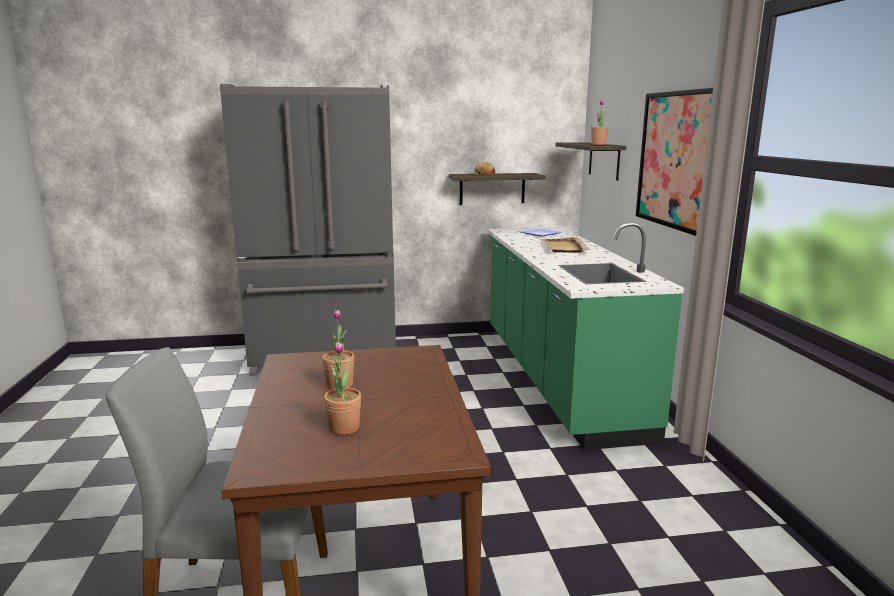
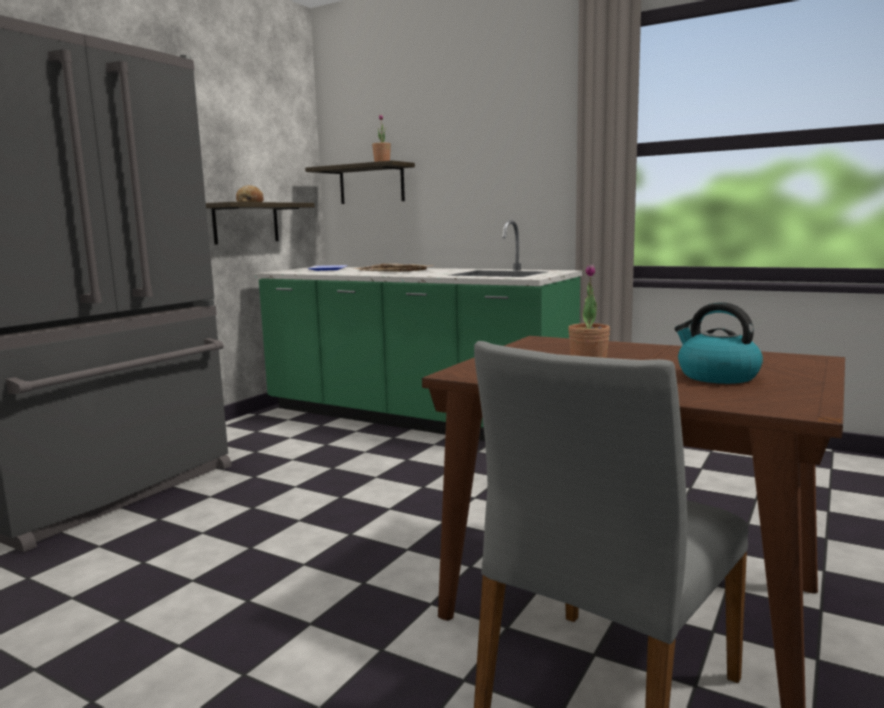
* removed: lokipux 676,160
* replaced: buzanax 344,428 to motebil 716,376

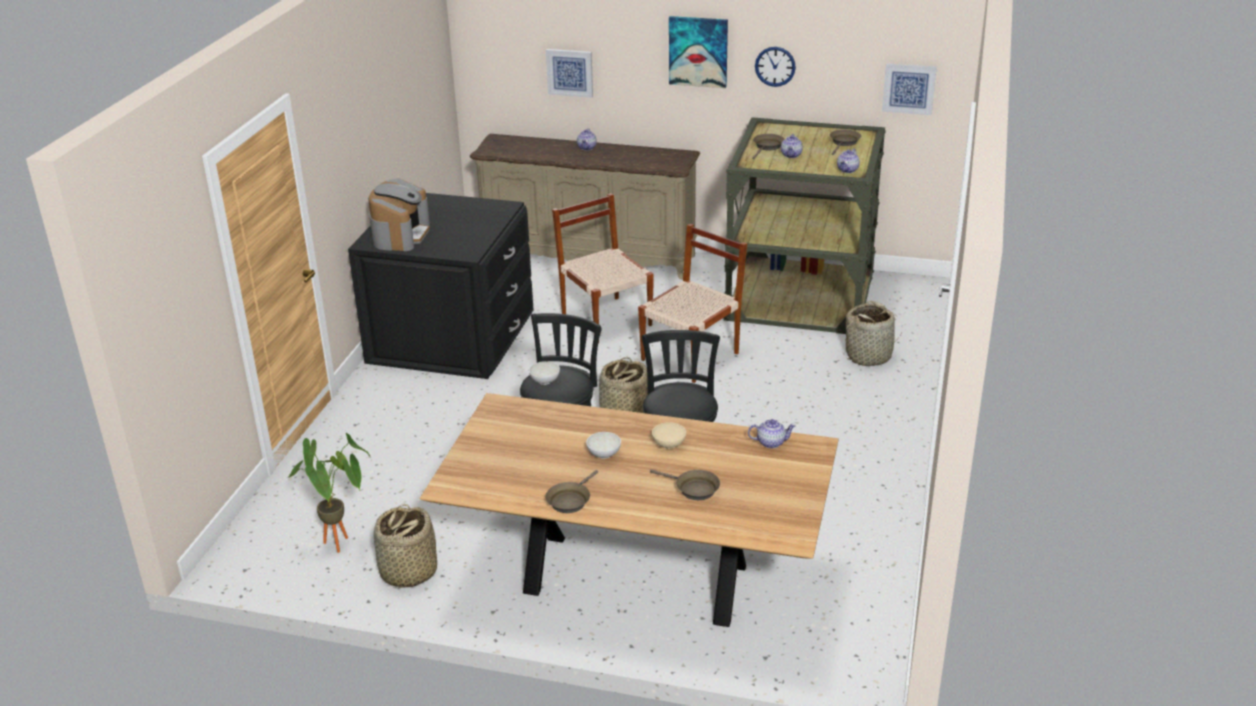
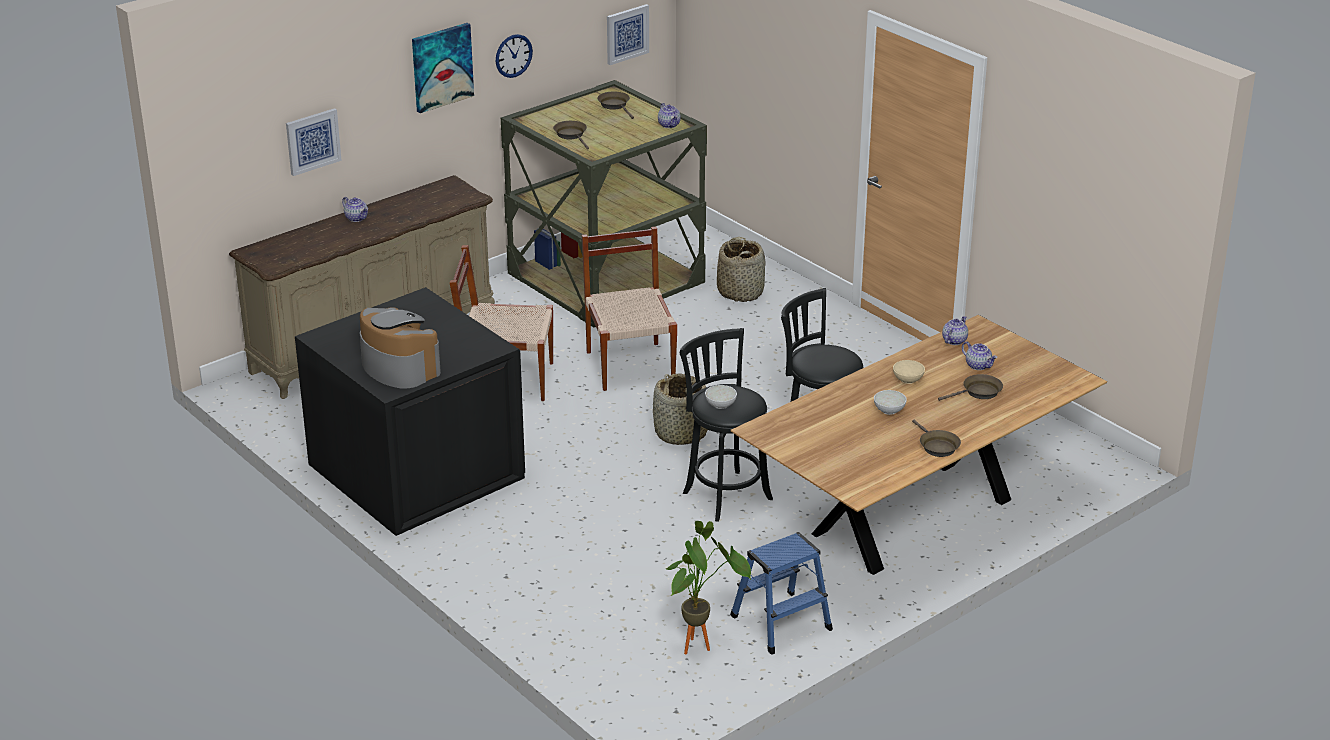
* moved: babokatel 791,155 to 978,365
* replaced: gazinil 408,572 to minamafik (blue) 780,622

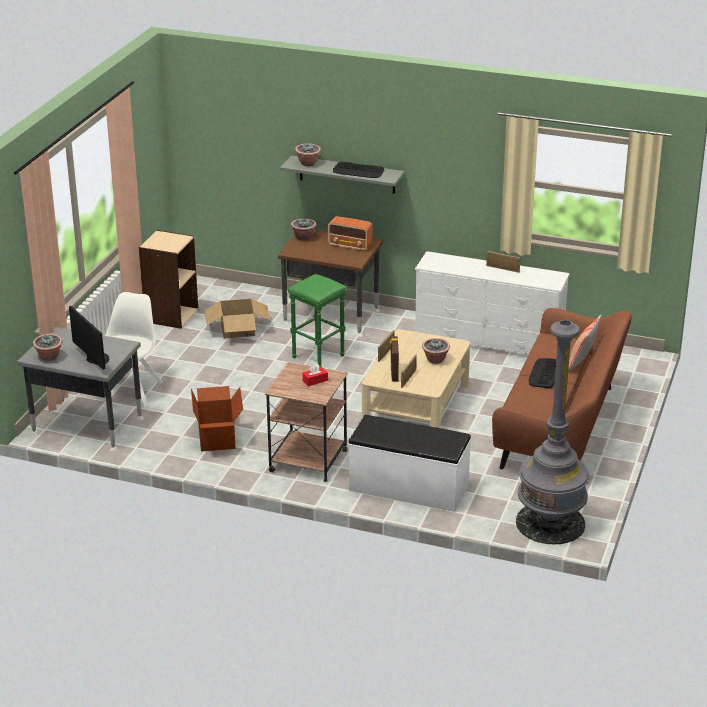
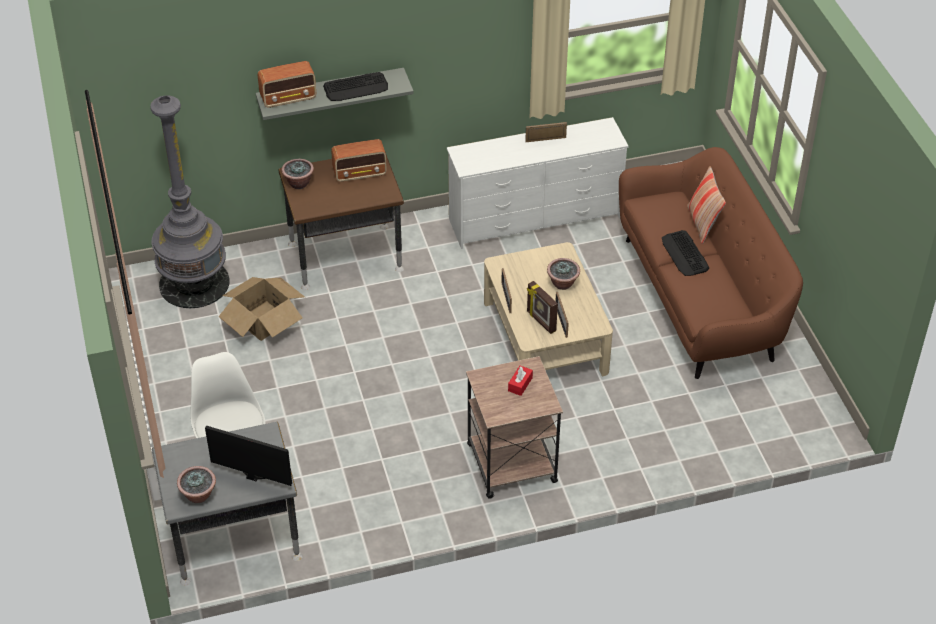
* removed: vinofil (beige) 171,315
* removed: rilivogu 218,438
* removed: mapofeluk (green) 317,356
* removed: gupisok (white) 408,488
* moved: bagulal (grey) 550,523 to 194,283
* replaced: buzanax 308,163 to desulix 289,98

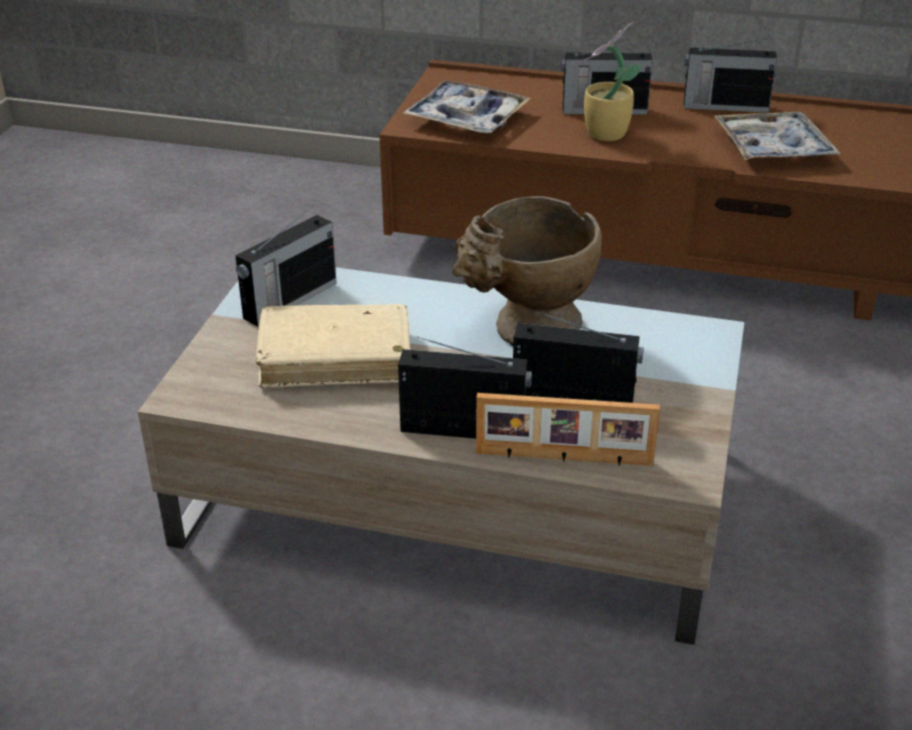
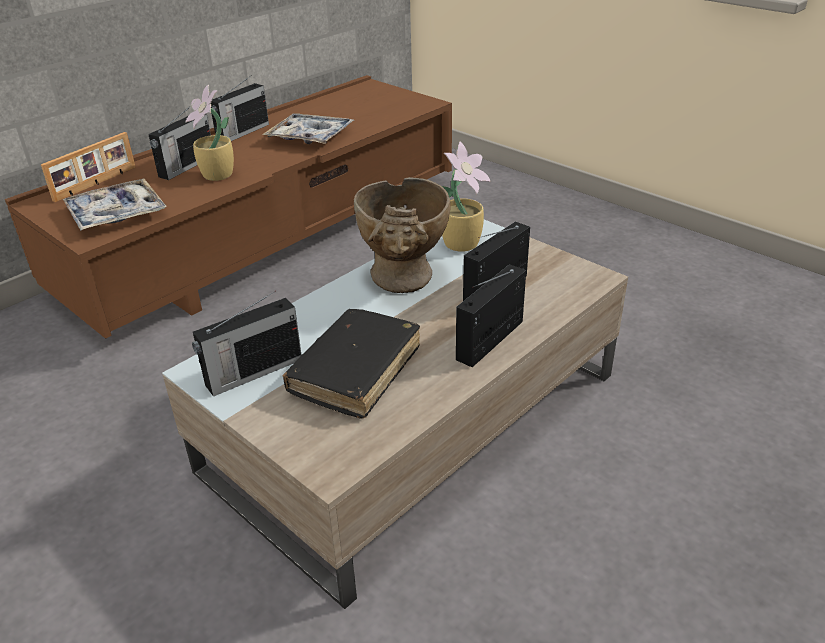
* added: buzanax 463,243
* moved: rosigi 564,459 to 96,184
* recoloured: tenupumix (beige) 335,358 to tenupumix (black) 356,371
* turned: desulix 288,301 = 252,373 75 degrees clockwise

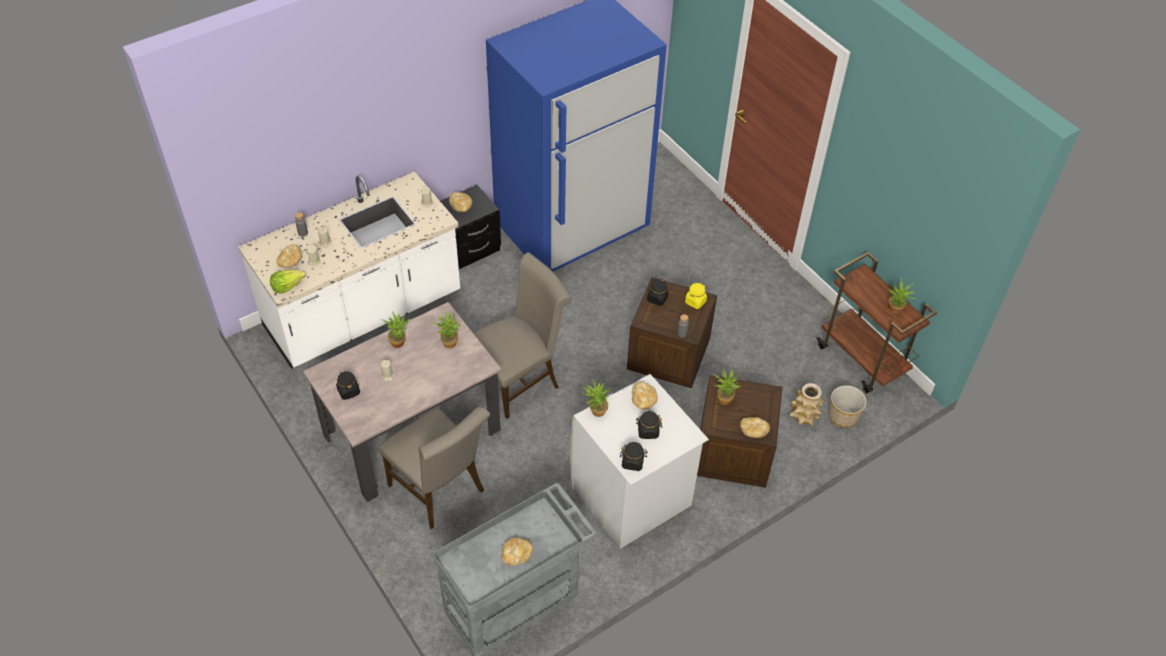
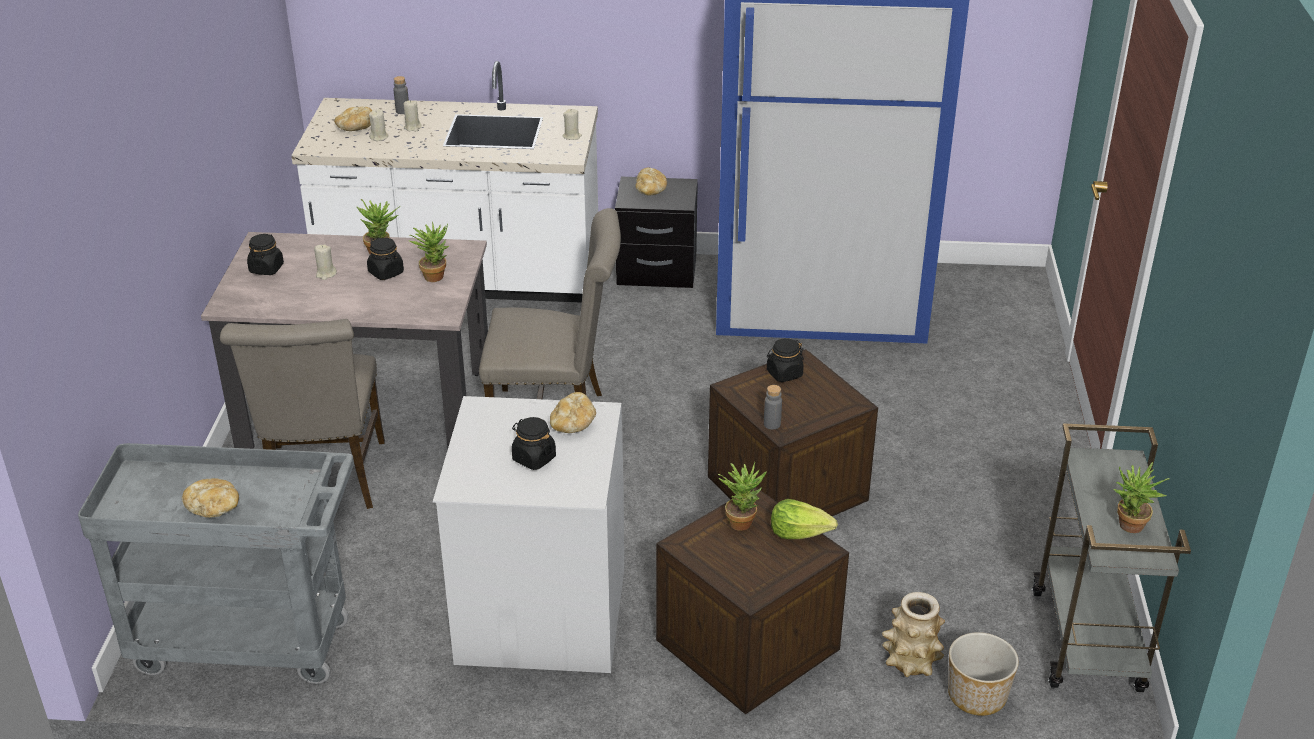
* removed: buzanax 595,411
* removed: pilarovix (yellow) 695,301
* removed: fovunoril 753,431
* moved: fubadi 287,286 to 799,532
* moved: pilarovix (black) 633,462 to 386,273
* recoloured: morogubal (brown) 861,363 to morogubal (grey) 1086,646

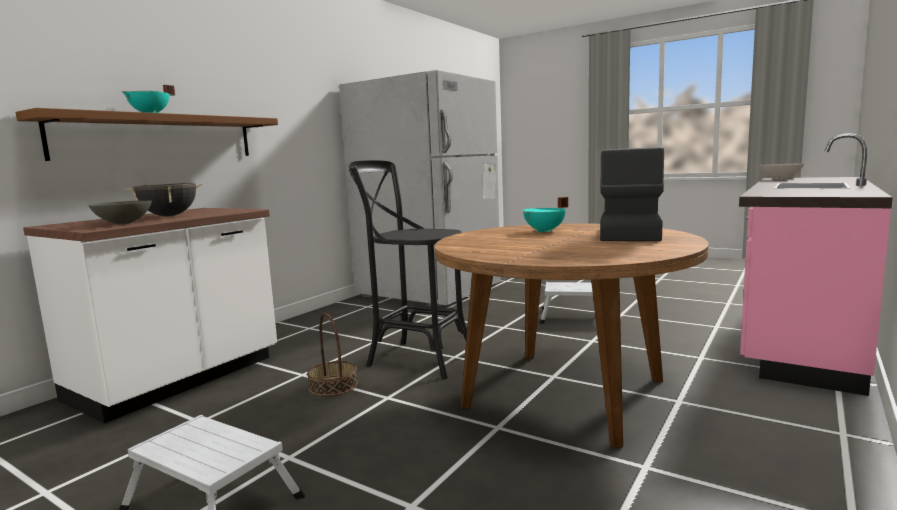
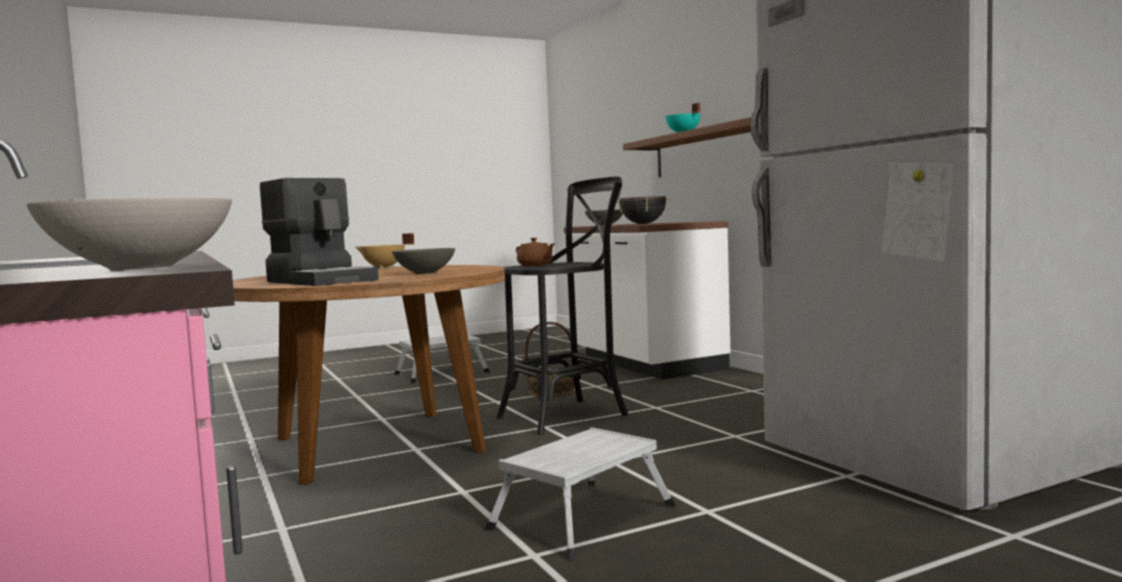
* added: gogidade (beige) 383,267
* added: babokatel (brown) 535,265
* replaced: gogidade (turquoise) 545,231 to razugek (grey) 424,273

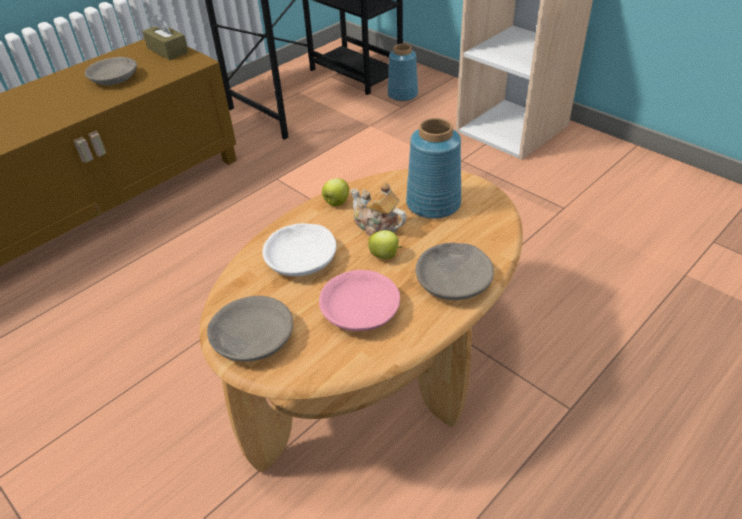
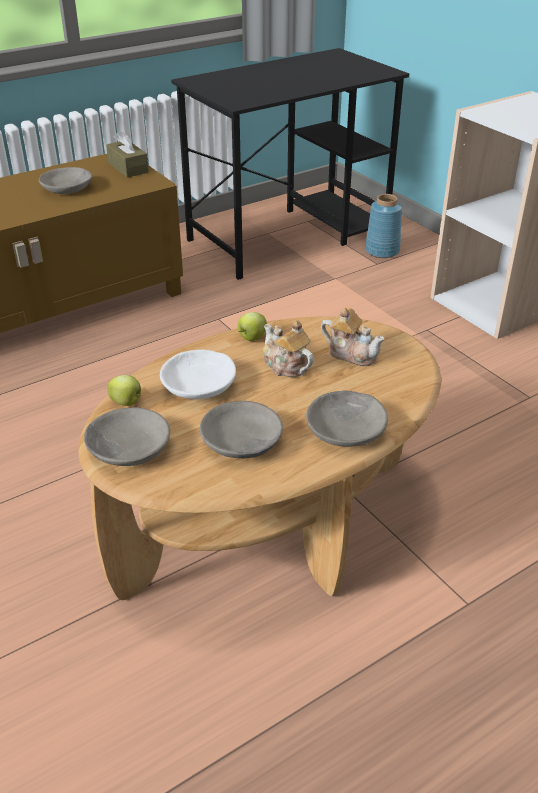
* moved: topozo 385,255 to 127,402
* replaced: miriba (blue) 433,203 to babokatel 351,353
* recoloured: razugek (pink) 361,311 to razugek (grey) 241,442

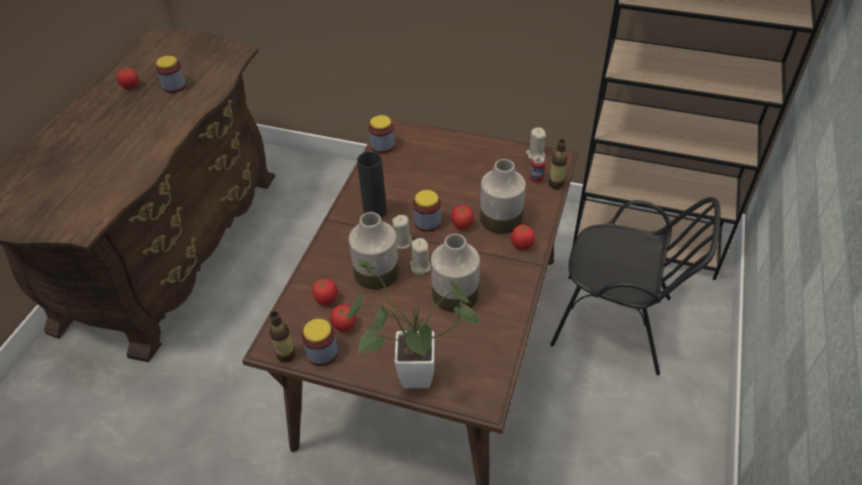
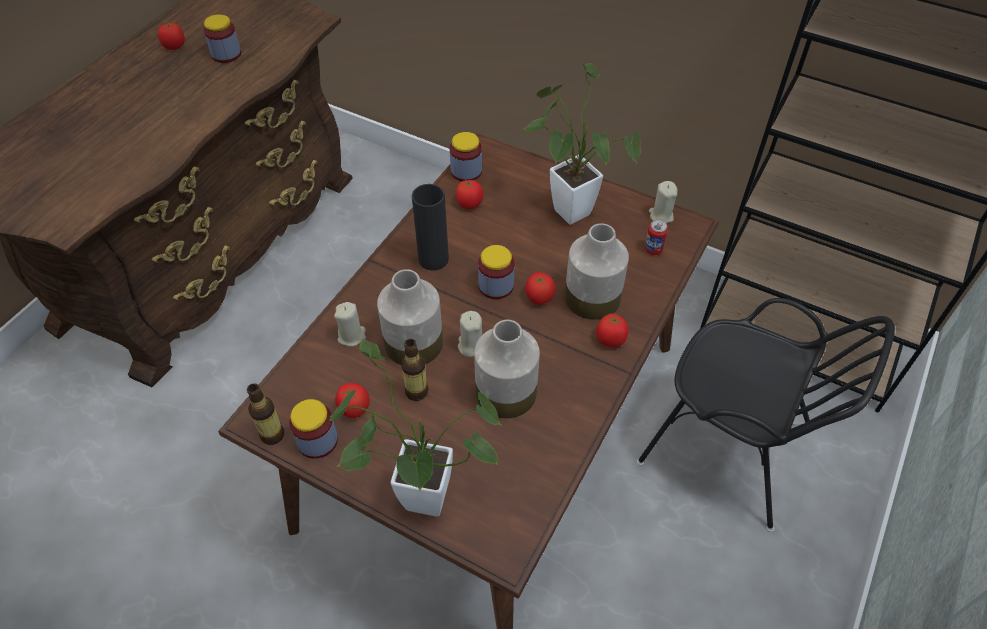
* added: buzanax 567,207
* moved: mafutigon 326,299 to 469,204
* moved: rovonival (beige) 402,242 to 352,336
* moved: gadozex 556,184 to 416,391

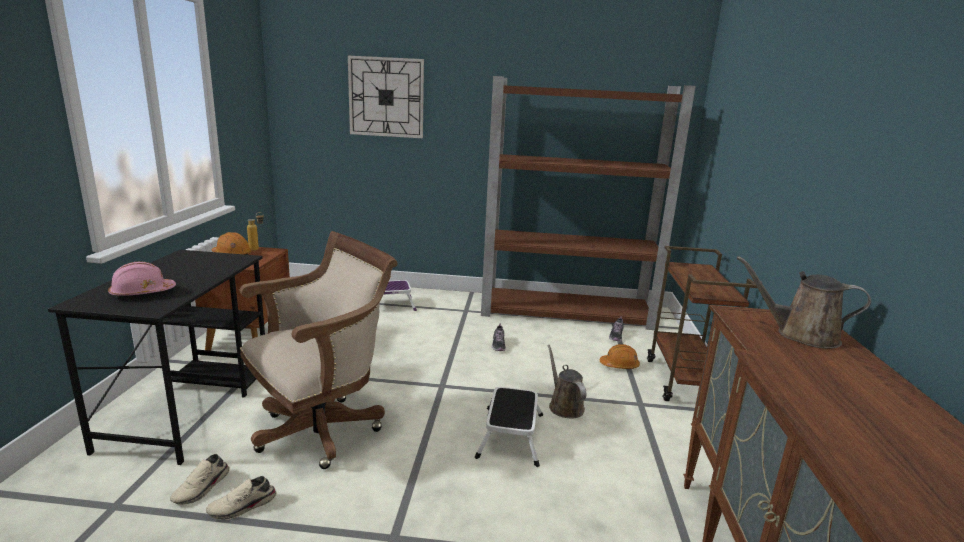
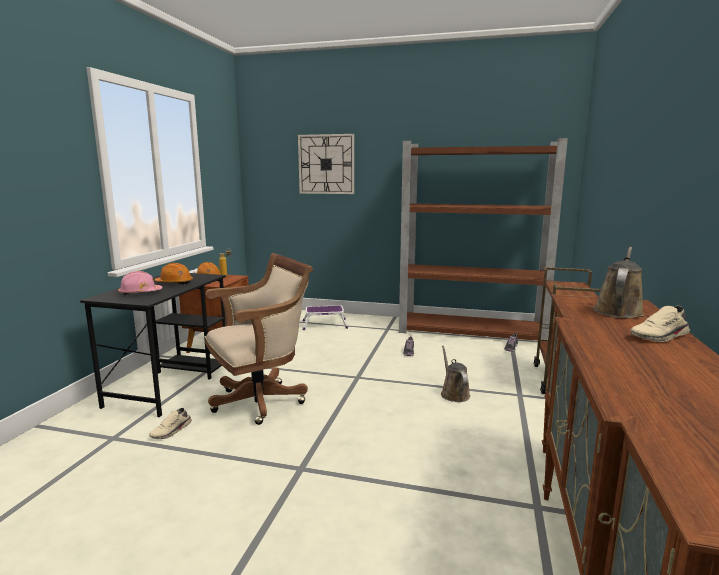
* removed: minamafik (black) 510,435
* moved: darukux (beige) 242,507 to 660,337
* moved: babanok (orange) 619,365 to 174,283
* turned: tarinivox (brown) 801,335 = 618,311 90 degrees clockwise

